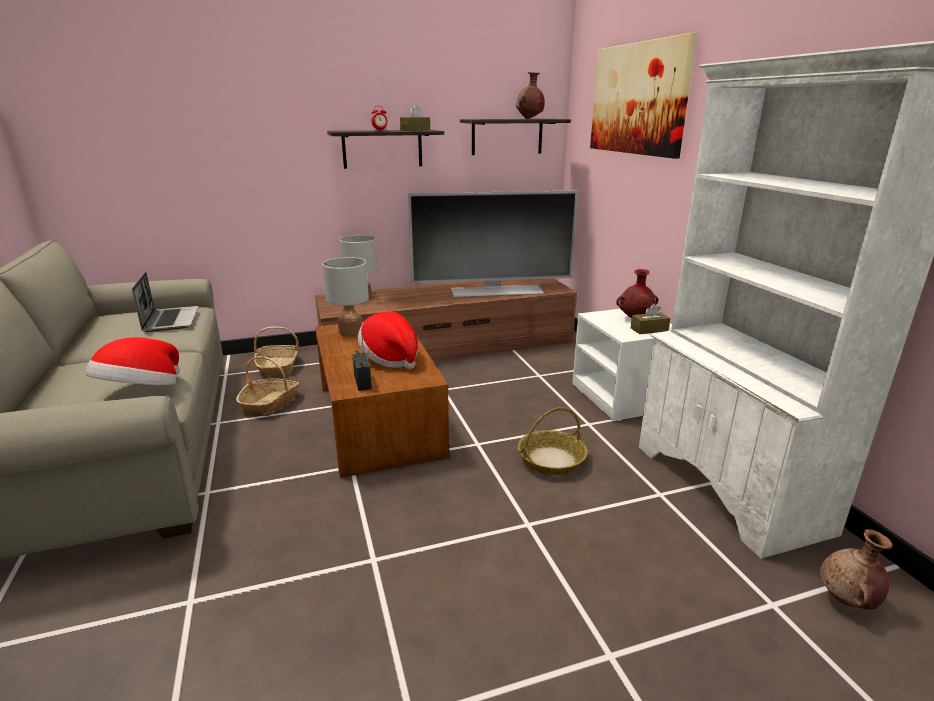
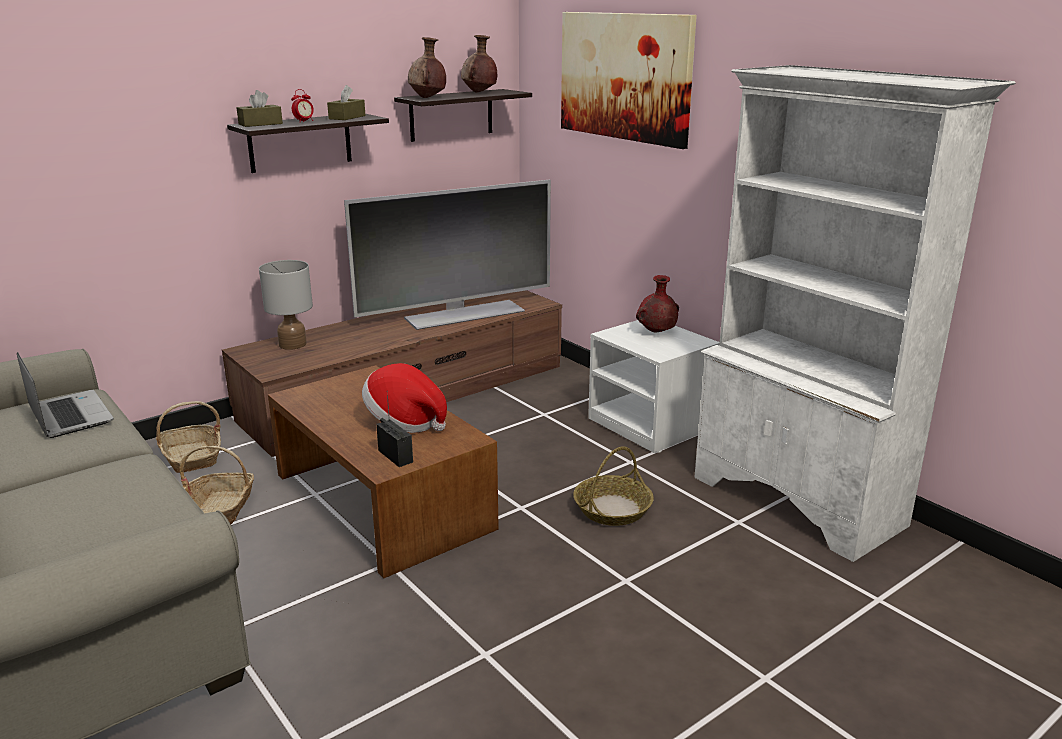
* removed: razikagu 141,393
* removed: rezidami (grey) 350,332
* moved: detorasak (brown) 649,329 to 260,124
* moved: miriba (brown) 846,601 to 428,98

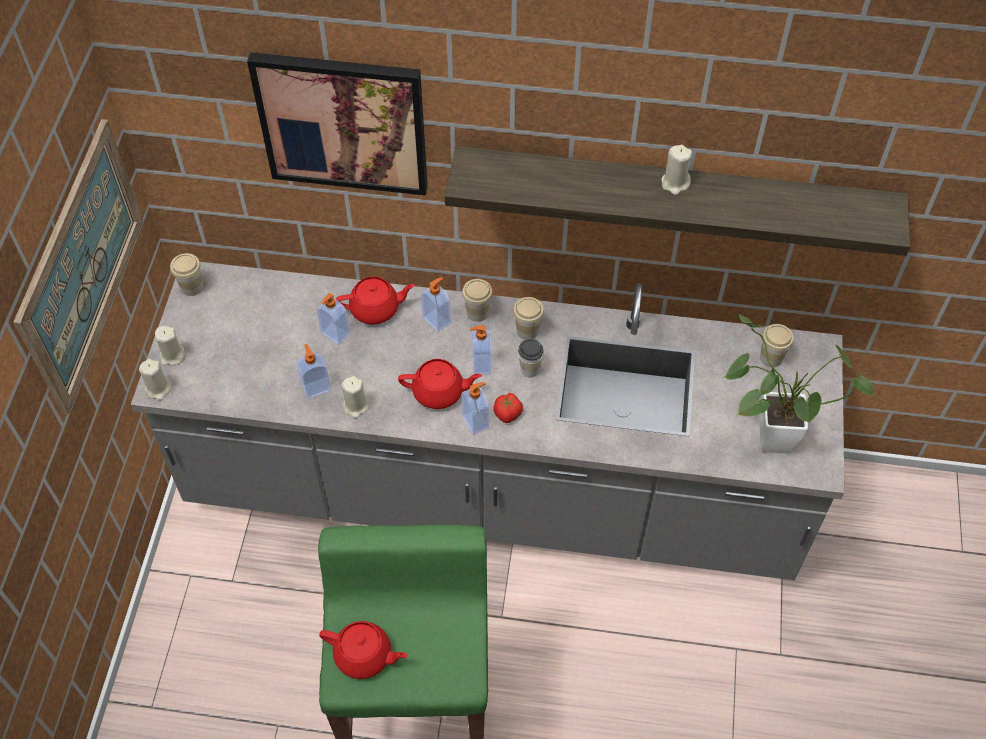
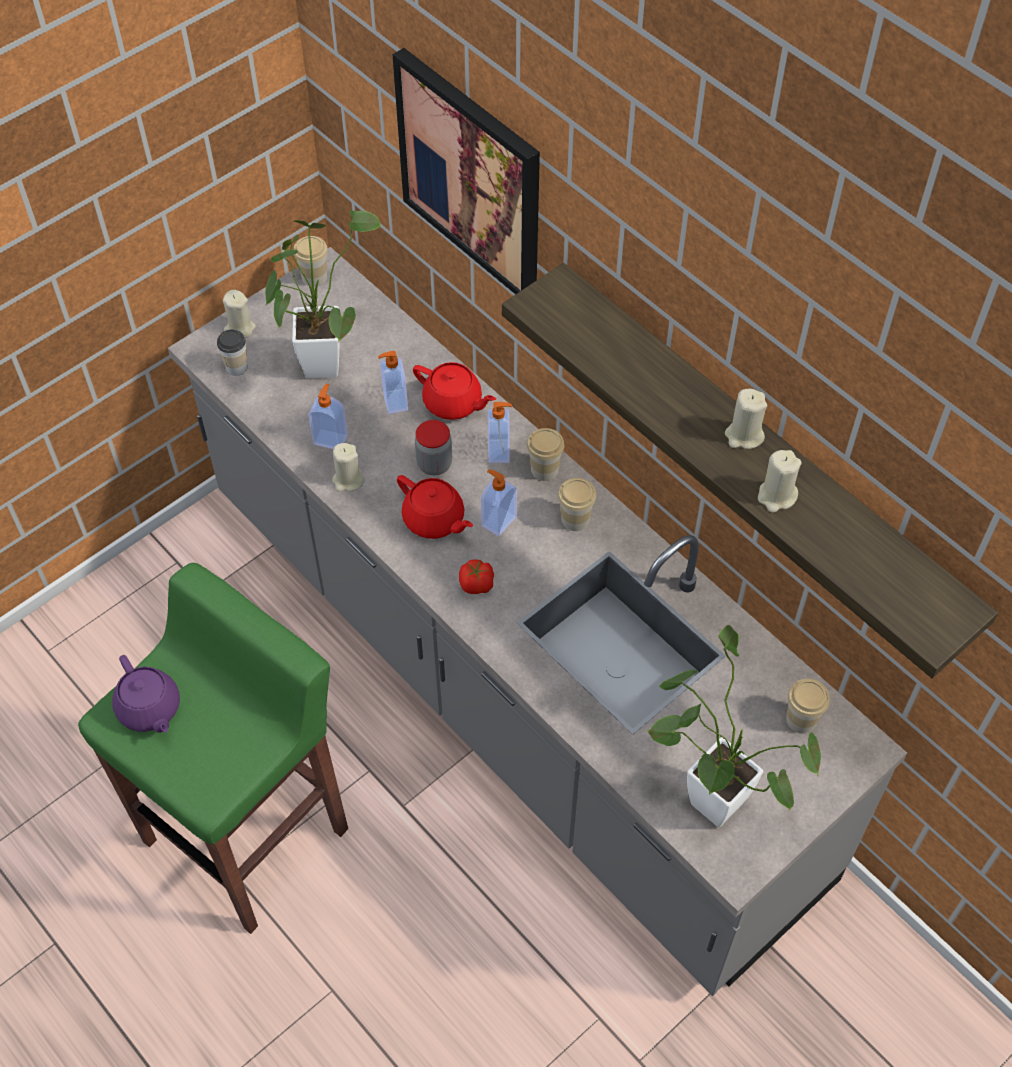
* removed: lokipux 82,265
* removed: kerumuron 476,421
* added: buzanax 323,358
* added: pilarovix 434,464
* moved: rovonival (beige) 158,389 to 776,496
* moved: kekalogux 530,369 to 236,367
* recoloured: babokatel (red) 364,656 to babokatel (purple) 149,709

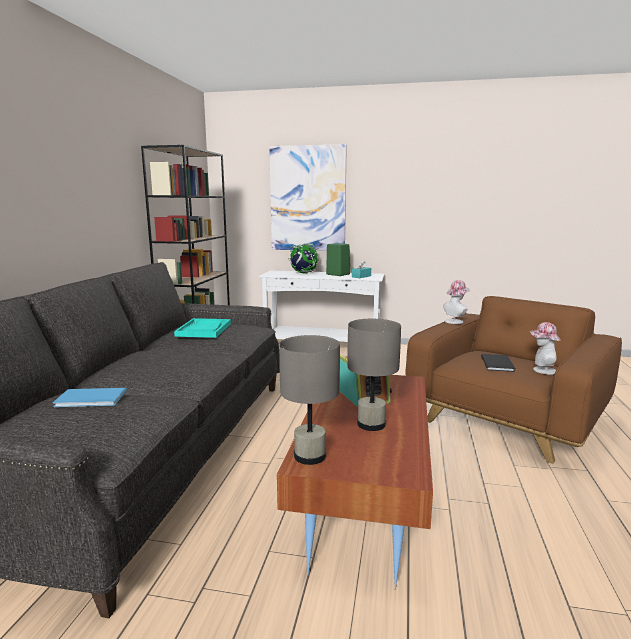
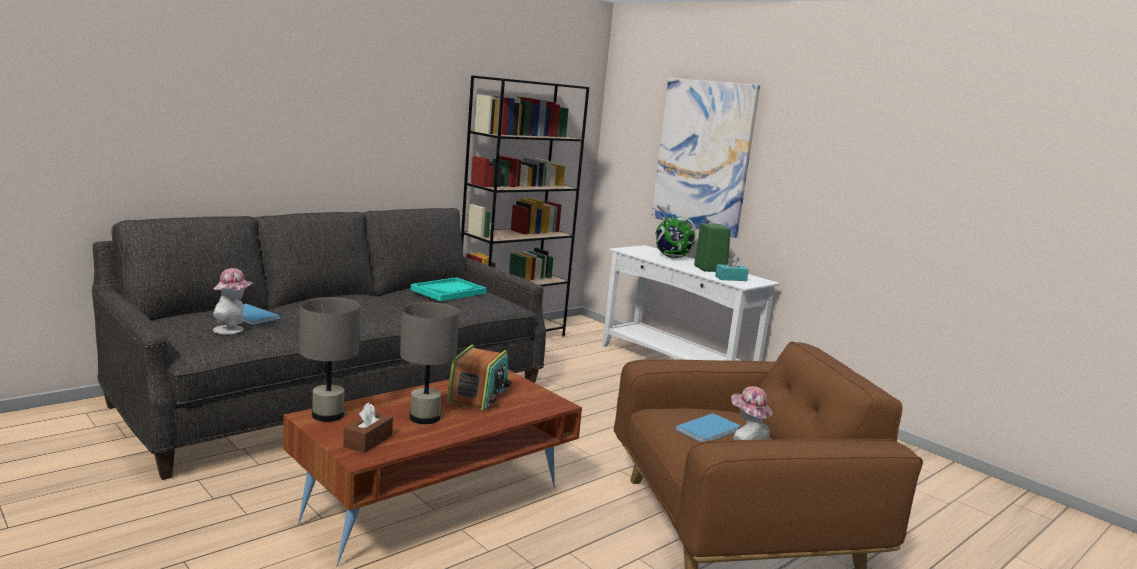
* added: detorasak (brown) 368,441
* moved: razikagu 455,321 to 232,330
* recoloured: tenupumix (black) 498,363 to tenupumix (blue) 710,429

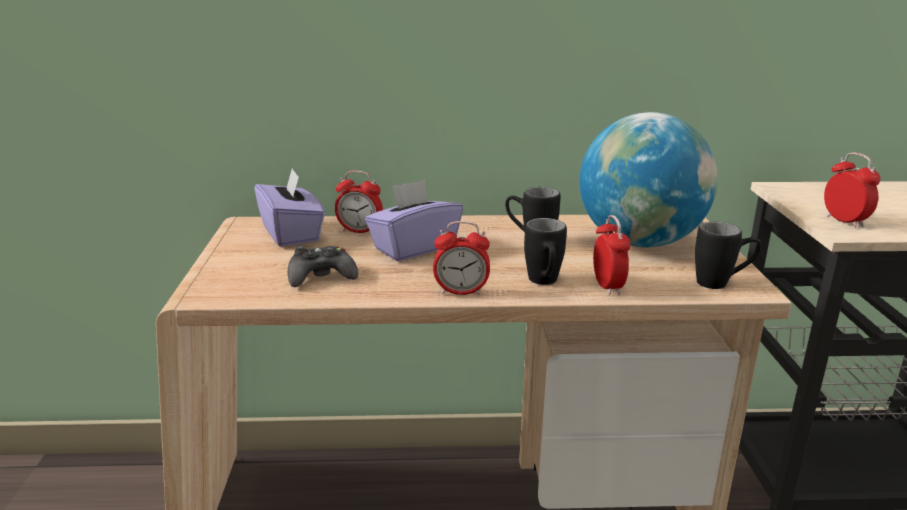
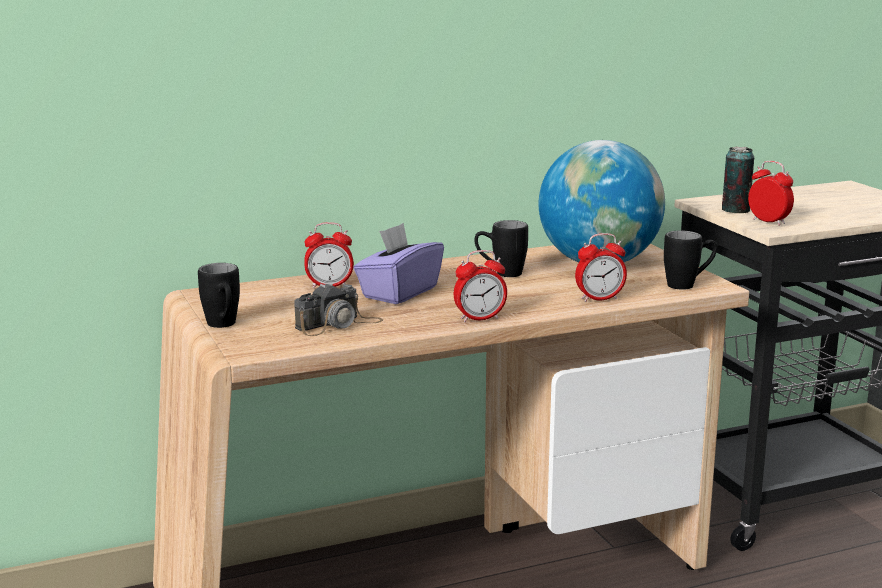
* removed: detorasak (purple) 292,233
* added: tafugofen 735,210
* moved: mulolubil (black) 544,283 to 223,326
* replaced: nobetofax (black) 321,276 to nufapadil 338,324
* turned: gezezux 607,287 = 599,299 105 degrees clockwise

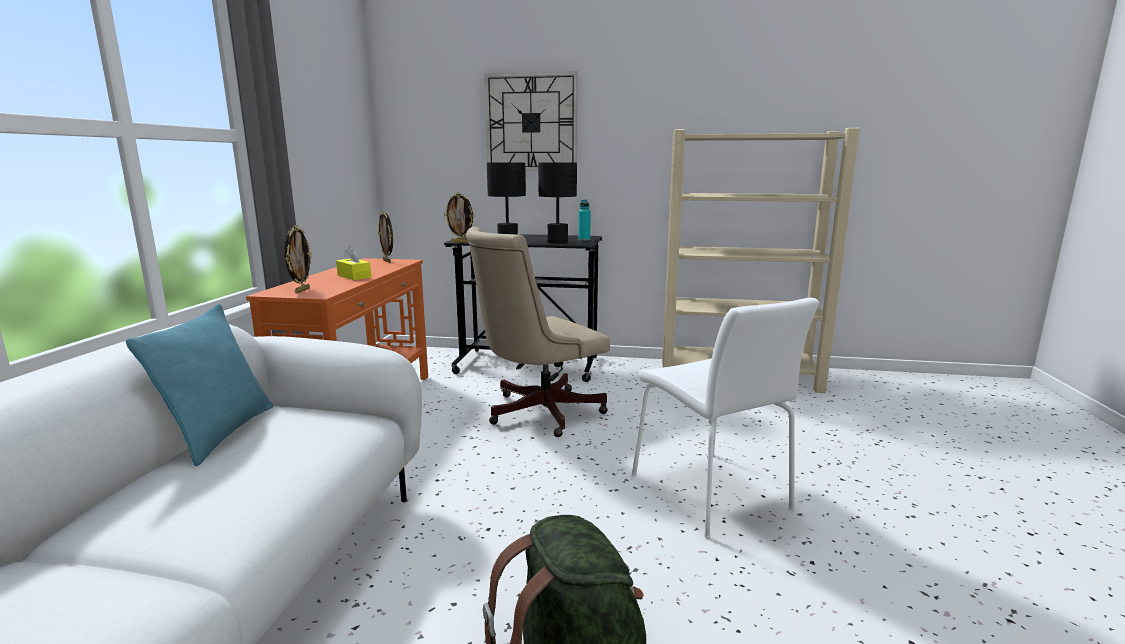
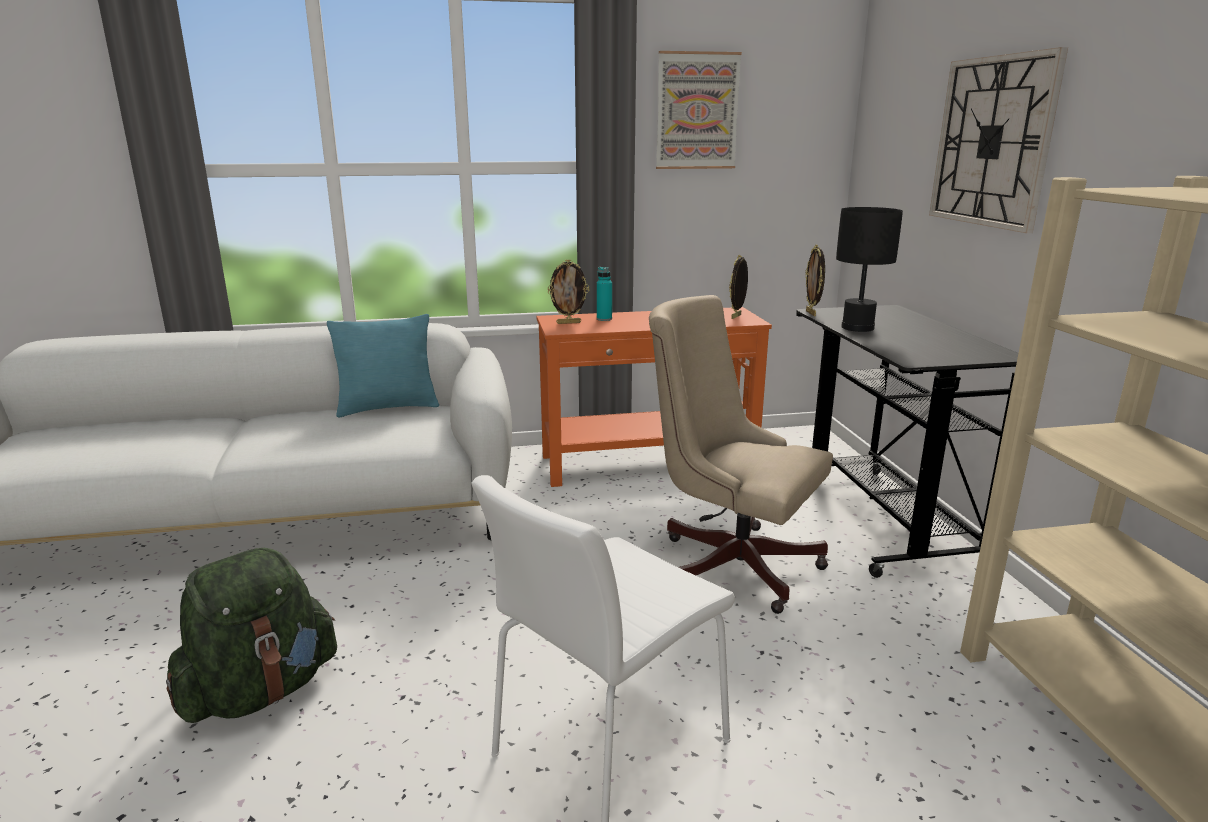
* removed: detorasak (yellow) 354,276
* removed: rezidami (black) 557,242
* added: lokipux 697,111
* moved: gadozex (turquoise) 584,240 to 604,319

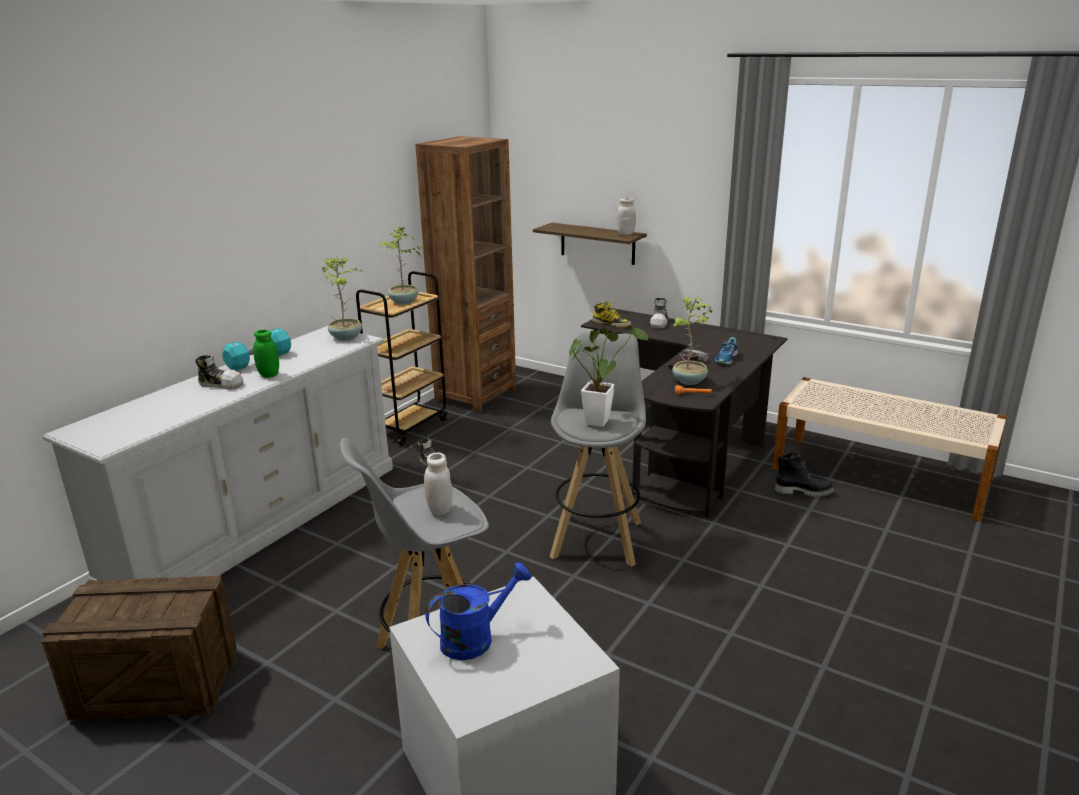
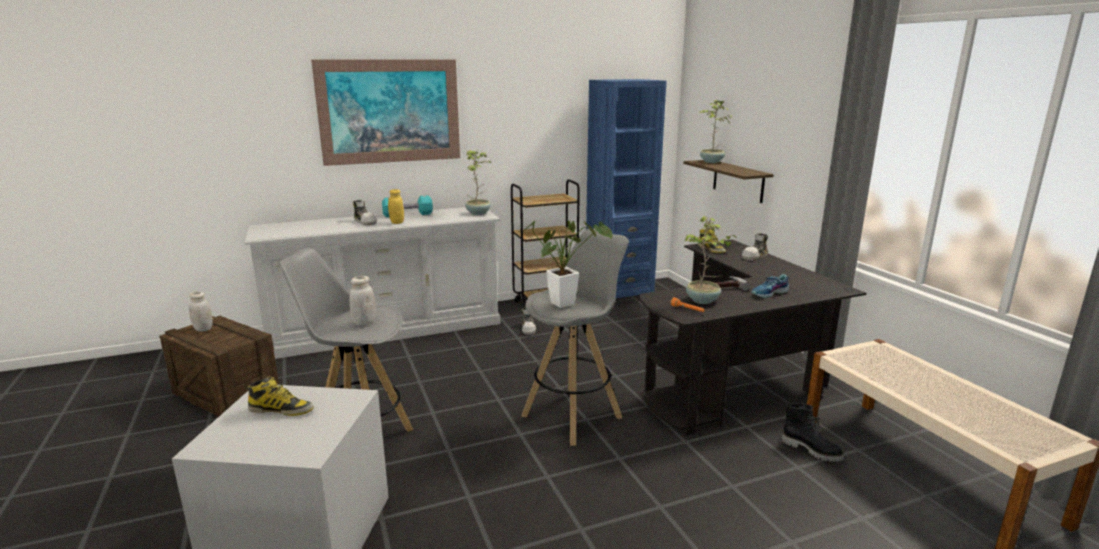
* added: lokipux 390,111
* moved: buzanax 403,302 to 711,162
* moved: pilarovix (white) 625,234 to 203,329
* replaced: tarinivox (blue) 475,638 to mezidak 281,410
* recoloured: pilarovix (green) 269,375 to pilarovix (yellow) 397,222
* recoloured: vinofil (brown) 475,395 to vinofil (blue) 618,294

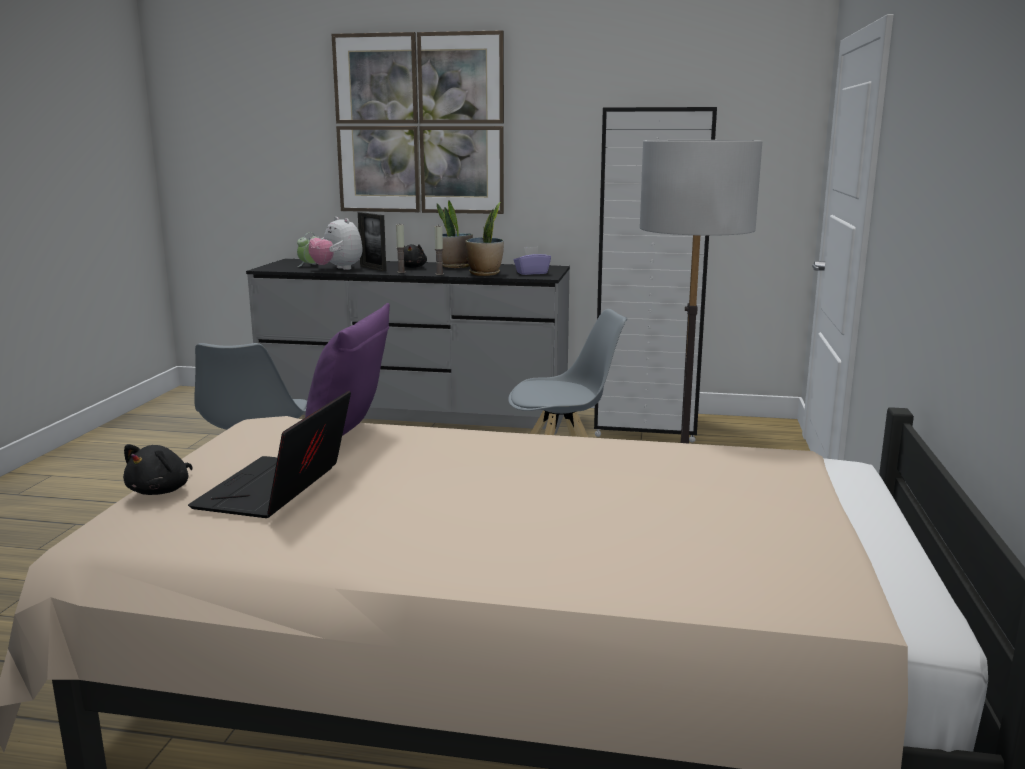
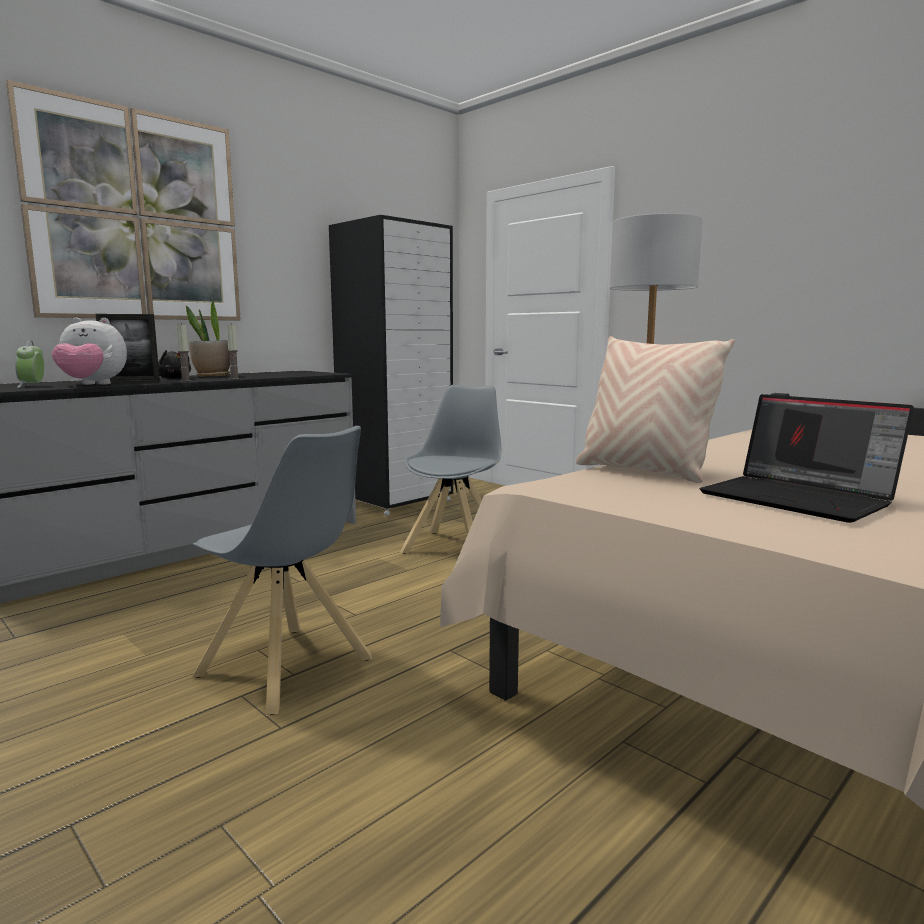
* removed: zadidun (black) 161,491
* removed: buzanax 485,273
* removed: detorasak (purple) 531,273
* recoloured: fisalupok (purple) 348,437 to fisalupok (beige) 644,471

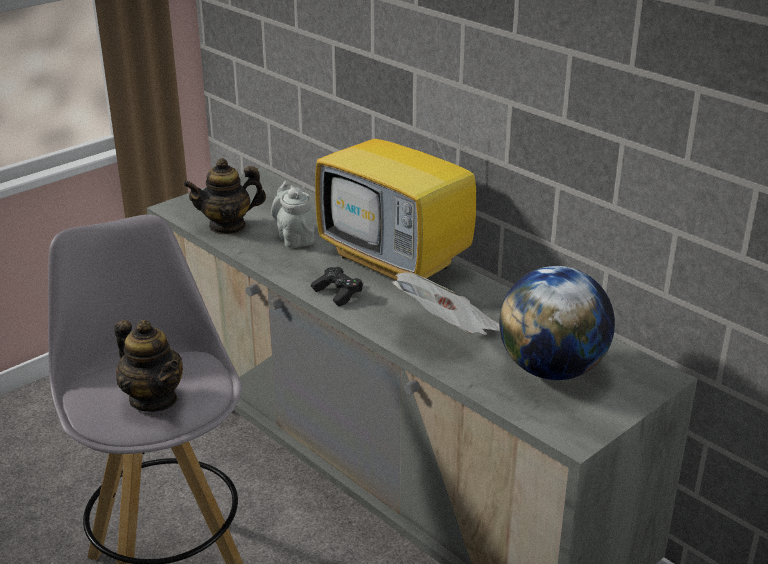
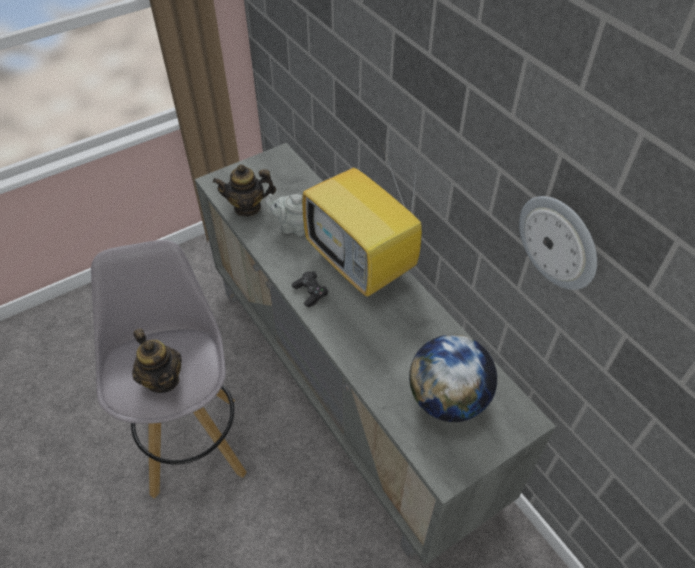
* removed: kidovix 448,330
* added: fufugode 559,242
* turned: babokatel (grey) 295,238 = 293,227 60 degrees counterclockwise

